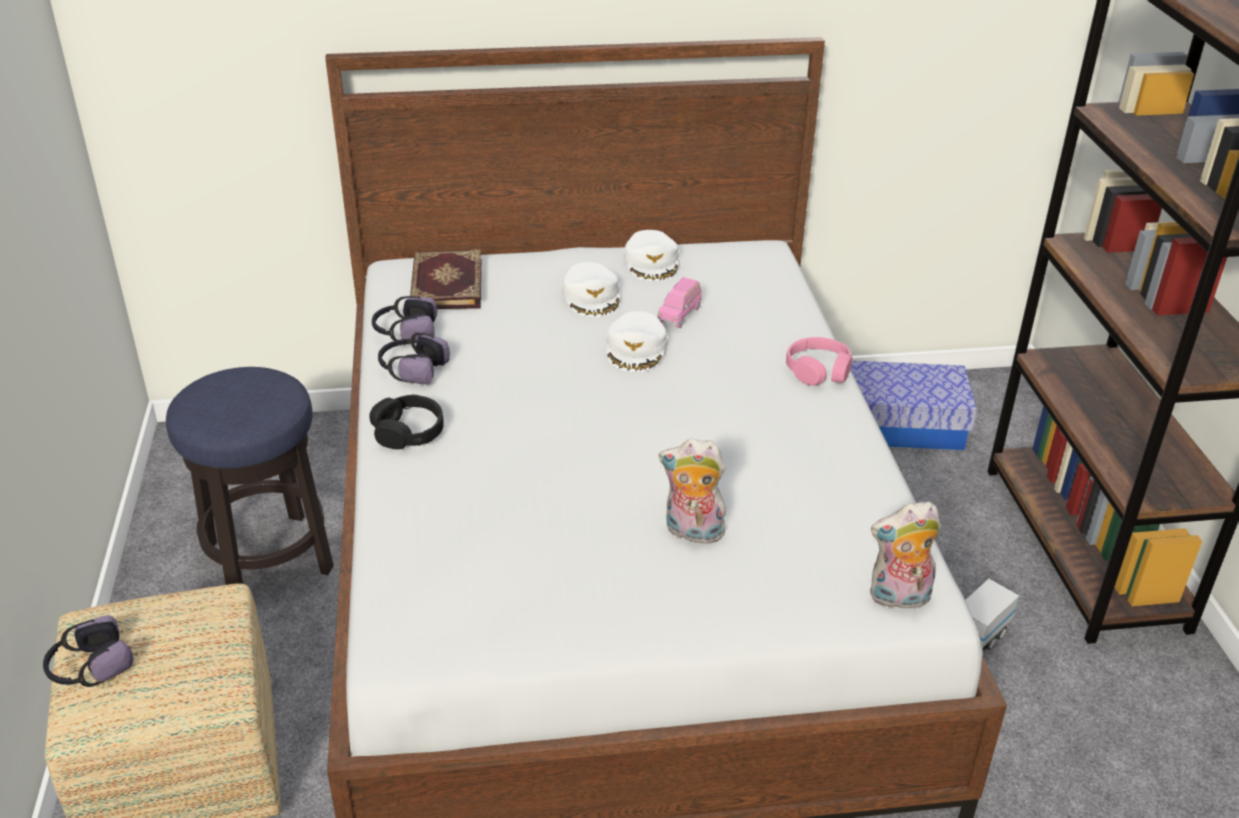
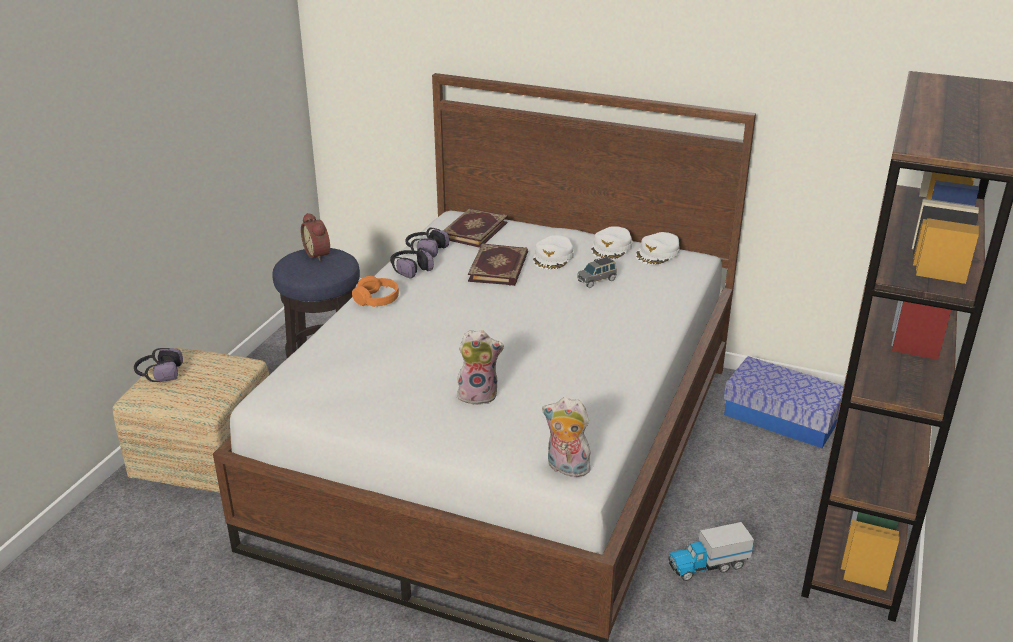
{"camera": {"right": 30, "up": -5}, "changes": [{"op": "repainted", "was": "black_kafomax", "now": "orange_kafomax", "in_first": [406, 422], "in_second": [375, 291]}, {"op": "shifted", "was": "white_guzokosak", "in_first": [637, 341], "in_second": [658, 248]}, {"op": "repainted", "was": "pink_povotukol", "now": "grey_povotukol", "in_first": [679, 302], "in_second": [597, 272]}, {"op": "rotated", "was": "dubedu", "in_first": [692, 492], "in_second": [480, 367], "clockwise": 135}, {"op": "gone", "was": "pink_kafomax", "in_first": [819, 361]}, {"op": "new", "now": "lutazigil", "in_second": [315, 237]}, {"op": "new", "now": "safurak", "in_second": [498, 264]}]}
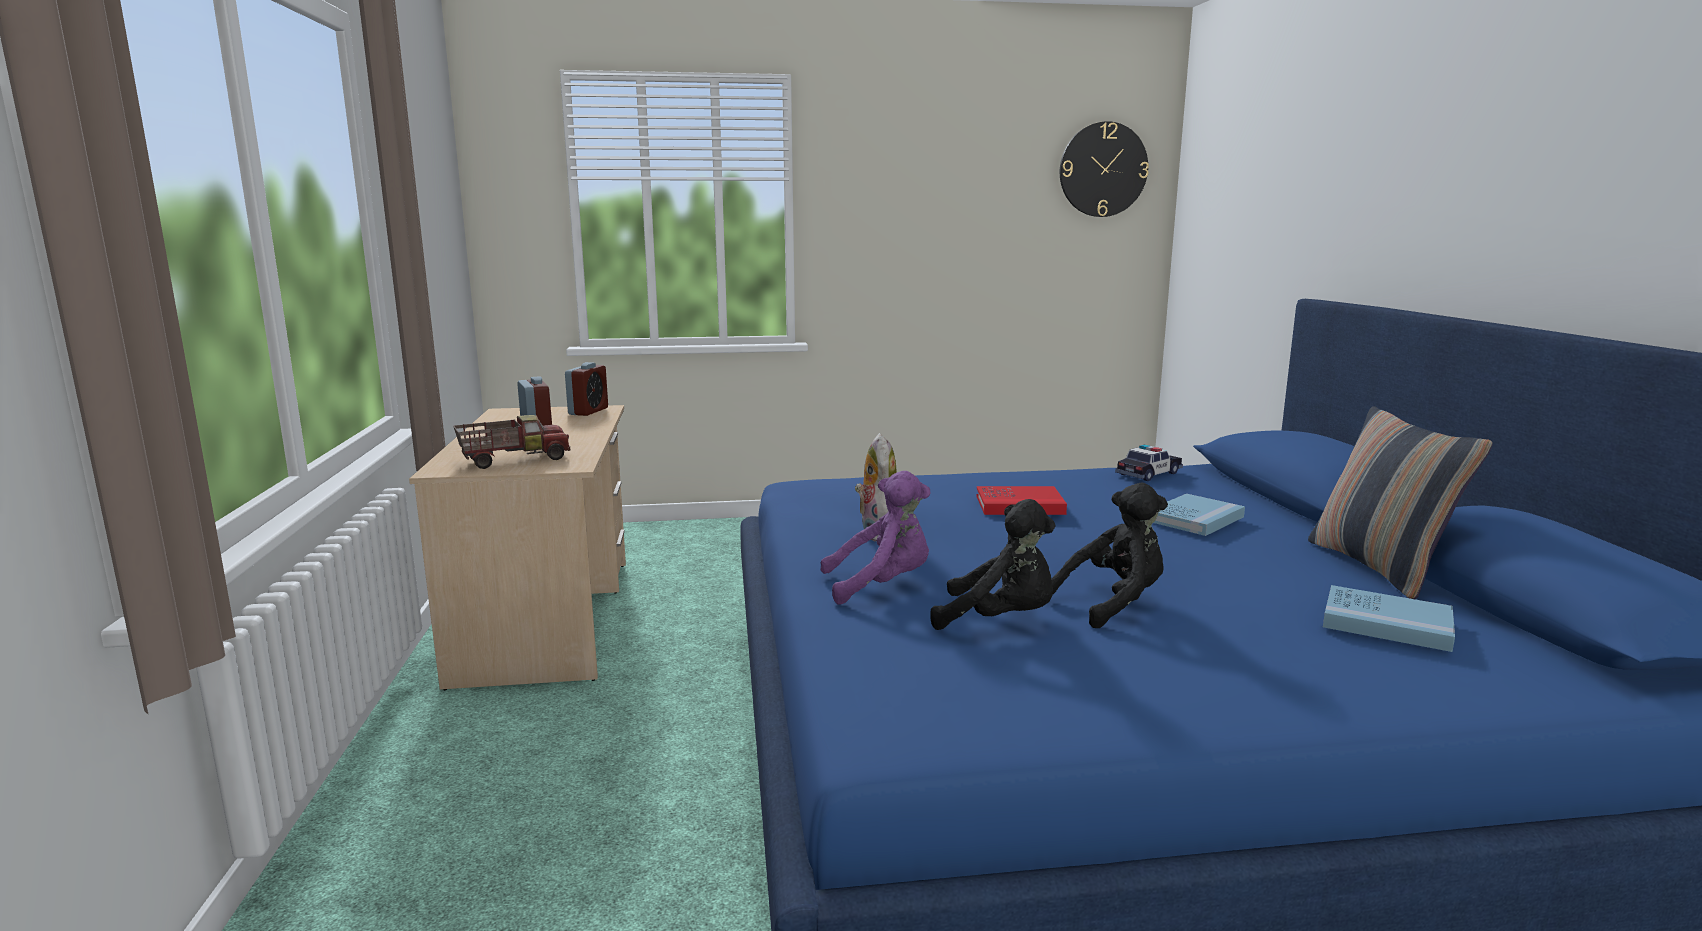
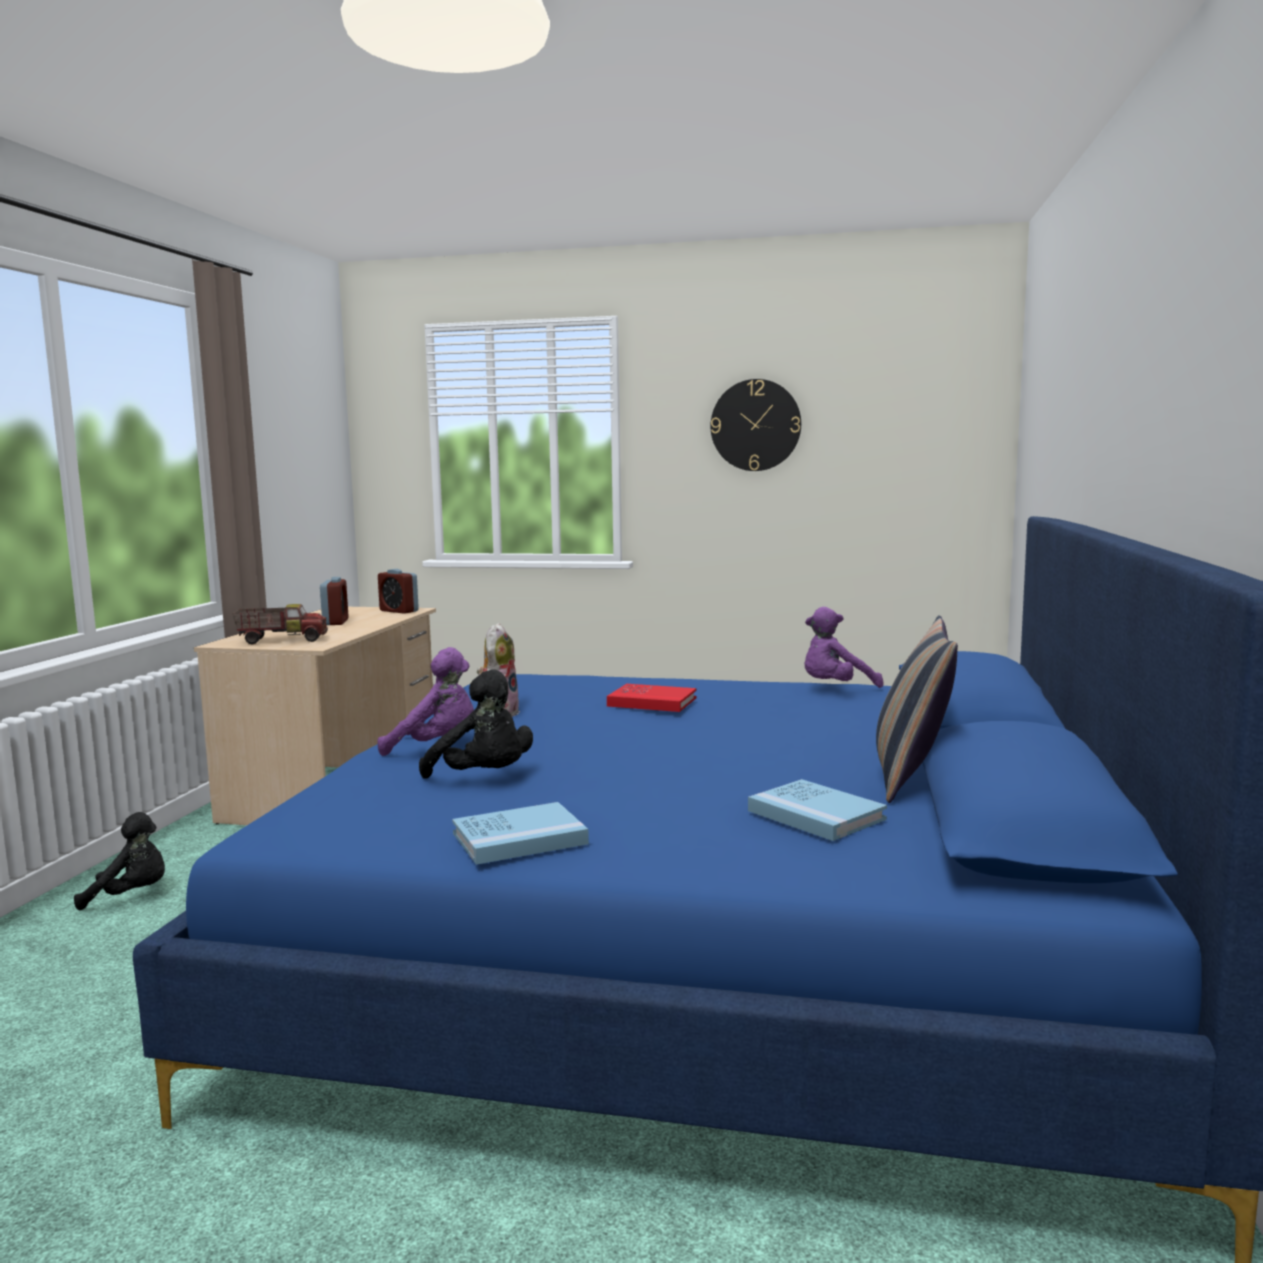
{"camera": {"right": 20, "up": -5}, "changes": [{"op": "rotated", "was": "lutazigil", "in_first": [586, 389], "in_second": [398, 591], "clockwise": 90}, {"op": "shifted", "was": "black_dubedu", "in_first": [1109, 555], "in_second": [119, 861]}, {"op": "shifted", "was": "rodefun", "in_first": [1104, 169], "in_second": [755, 425]}, {"op": "swapped", "was": "povotukol", "now": "purple_dubedu", "in_first": [1149, 463], "in_second": [844, 647]}, {"op": "shifted", "was": "blue_safurak", "in_first": [1199, 515], "in_second": [520, 833]}]}
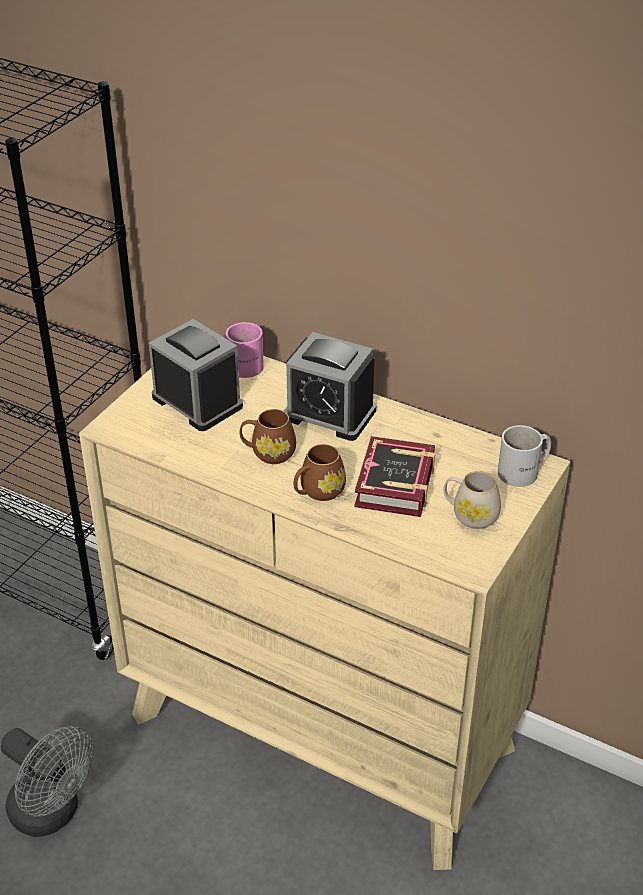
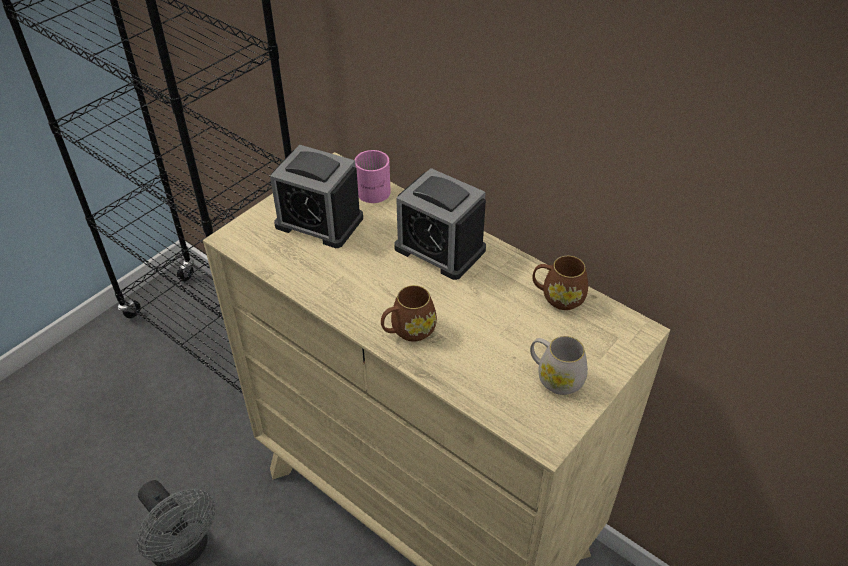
{"camera": {"right": 10, "up": 5}, "changes": [{"op": "rotated", "was": "lutazigil", "in_first": [196, 375], "in_second": [316, 196], "clockwise": 150}, {"op": "shifted", "was": "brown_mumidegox", "in_first": [268, 436], "in_second": [560, 283]}, {"op": "gone", "was": "safurak", "in_first": [394, 476]}, {"op": "gone", "was": "white_mumidegox", "in_first": [524, 456]}]}
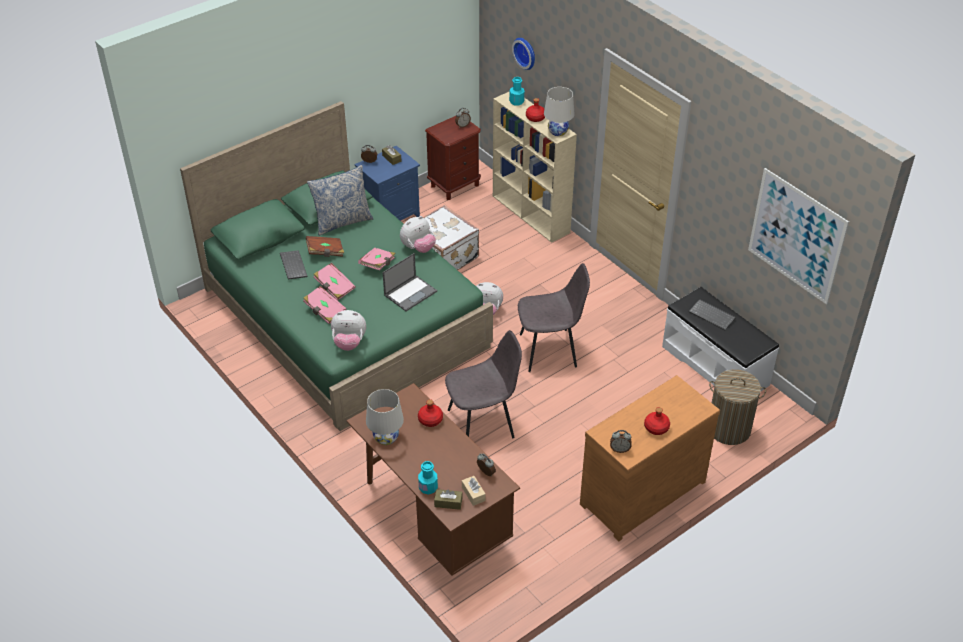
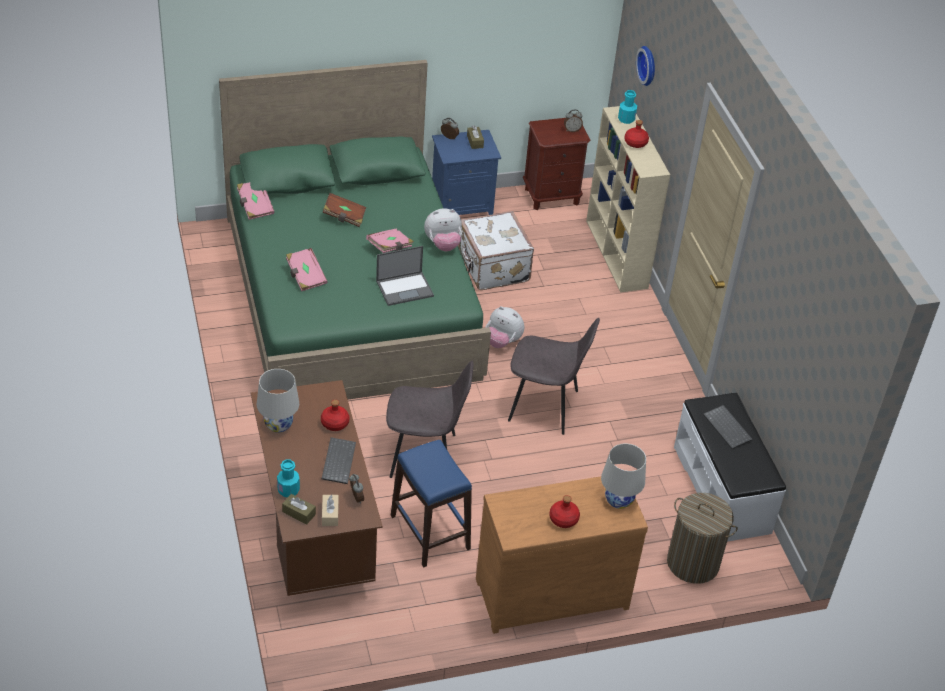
{"camera": {"right": 20, "up": 0}, "changes": [{"op": "shifted", "was": "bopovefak", "in_first": [293, 265], "in_second": [339, 460]}, {"op": "gone", "was": "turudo", "in_first": [340, 200]}, {"op": "shifted", "was": "pink_safurak", "in_first": [334, 282], "in_second": [256, 201]}, {"op": "gone", "was": "dubedu", "in_first": [348, 330]}, {"op": "shifted", "was": "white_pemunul", "in_first": [559, 111], "in_second": [623, 476]}, {"op": "gone", "was": "lutazigil", "in_first": [621, 441]}, {"op": "gone", "was": "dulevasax", "in_first": [798, 236]}, {"op": "new", "now": "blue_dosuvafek", "in_second": [431, 503]}]}
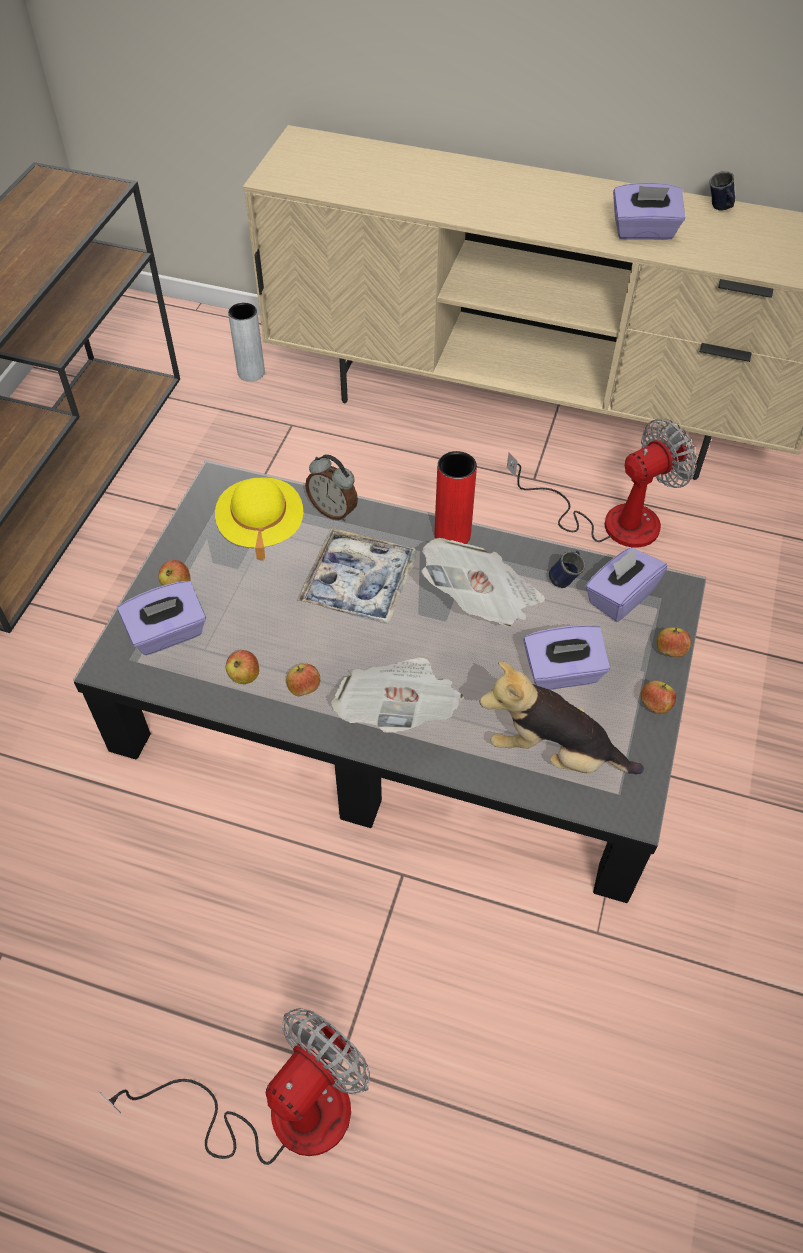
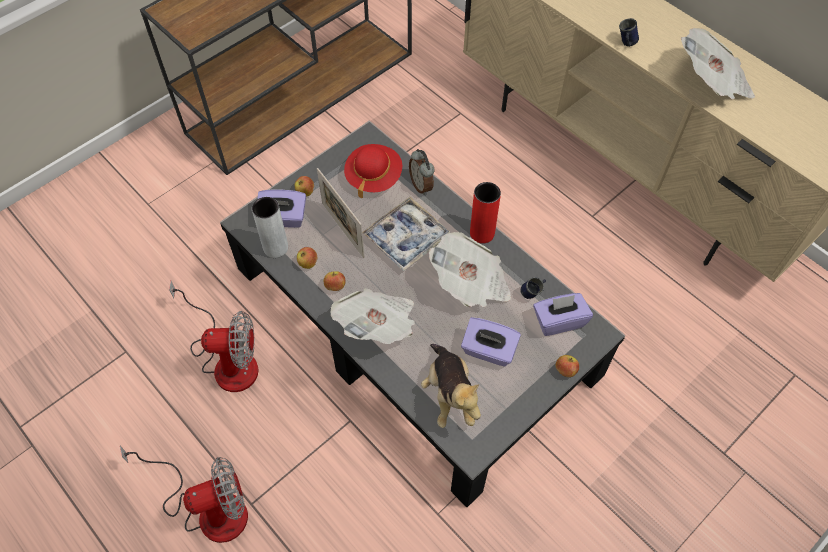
{"camera": {"right": 30, "up": 5}, "changes": [{"op": "repainted", "was": "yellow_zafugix", "now": "red_zafugix", "in_first": [259, 519], "in_second": [373, 171]}, {"op": "shifted", "was": "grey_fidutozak", "in_first": [246, 342], "in_second": [270, 227]}, {"op": "rotated", "was": "dubedu", "in_first": [562, 717], "in_second": [451, 386], "clockwise": -150}, {"op": "shifted", "was": "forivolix", "in_first": [602, 483], "in_second": [214, 336]}, {"op": "swapped", "was": "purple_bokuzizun", "now": "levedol", "in_first": [649, 211], "in_second": [718, 63]}, {"op": "gone", "was": "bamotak", "in_first": [658, 697]}, {"op": "shifted", "was": "blue_mumidegox", "in_first": [722, 191], "in_second": [629, 32]}, {"op": "new", "now": "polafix", "in_second": [341, 213]}]}
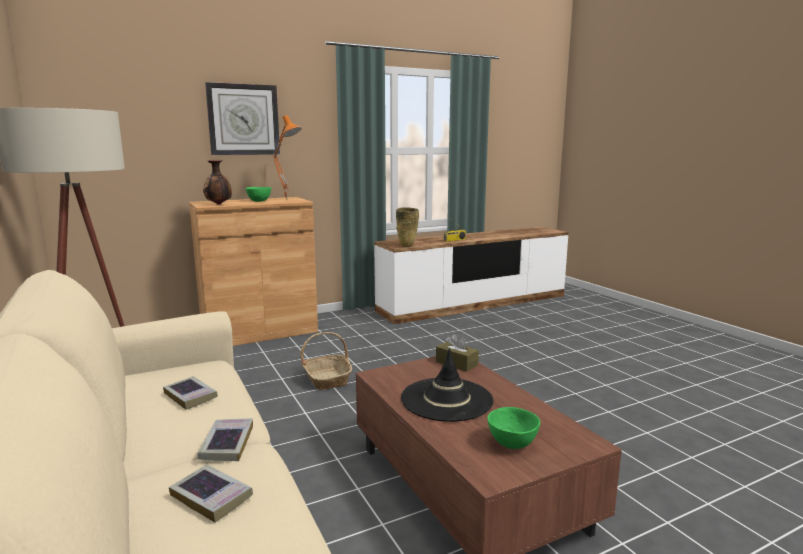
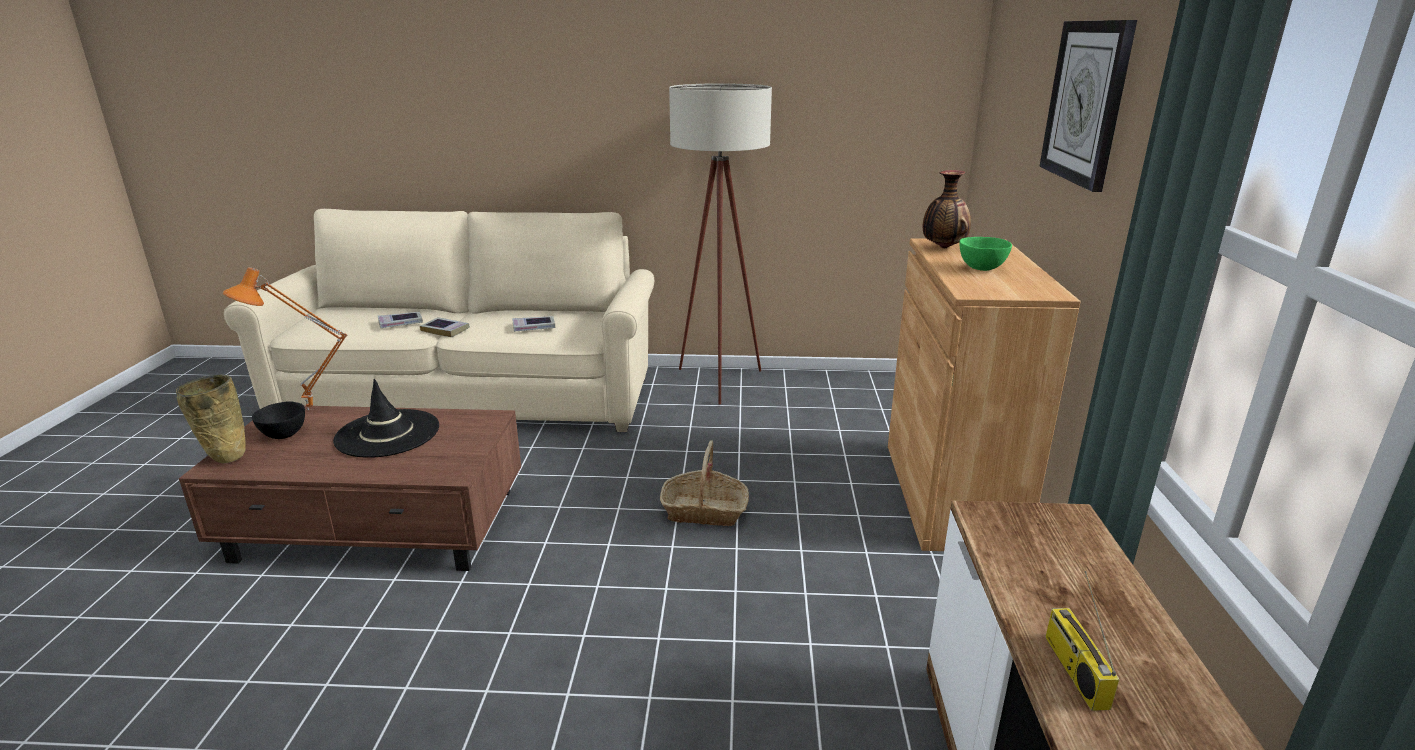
{"camera": {"right": 120, "up": 10}, "changes": [{"op": "shifted", "was": "orange_pemunul", "in_first": [287, 157], "in_second": [285, 338]}, {"op": "shifted", "was": "beige_fidutozak", "in_first": [407, 227], "in_second": [211, 419]}, {"op": "gone", "was": "brown_bokuzizun", "in_first": [457, 352]}, {"op": "repainted", "was": "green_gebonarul", "now": "black_gebonarul", "in_first": [513, 428], "in_second": [278, 420]}]}
